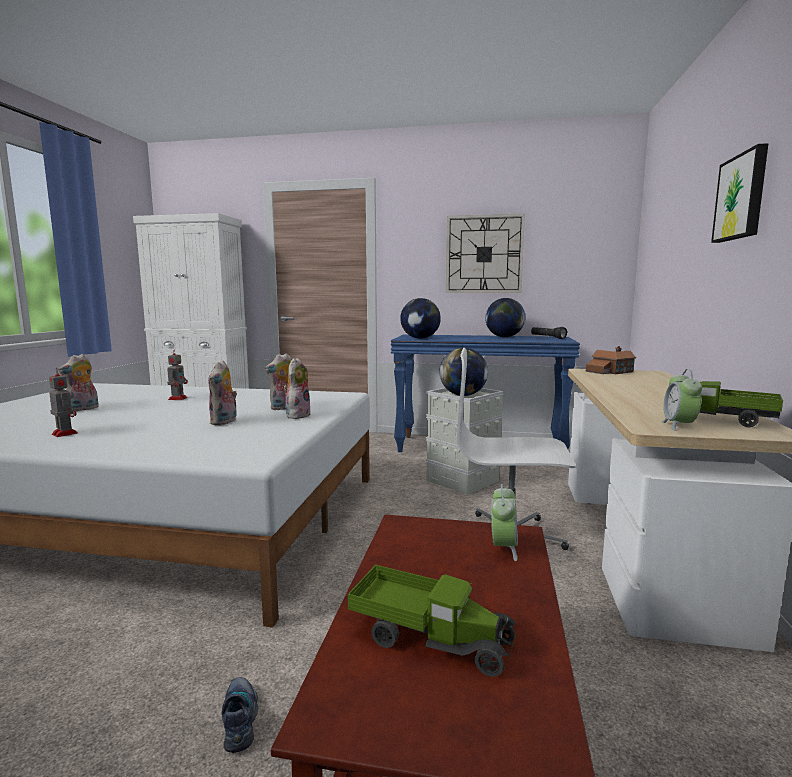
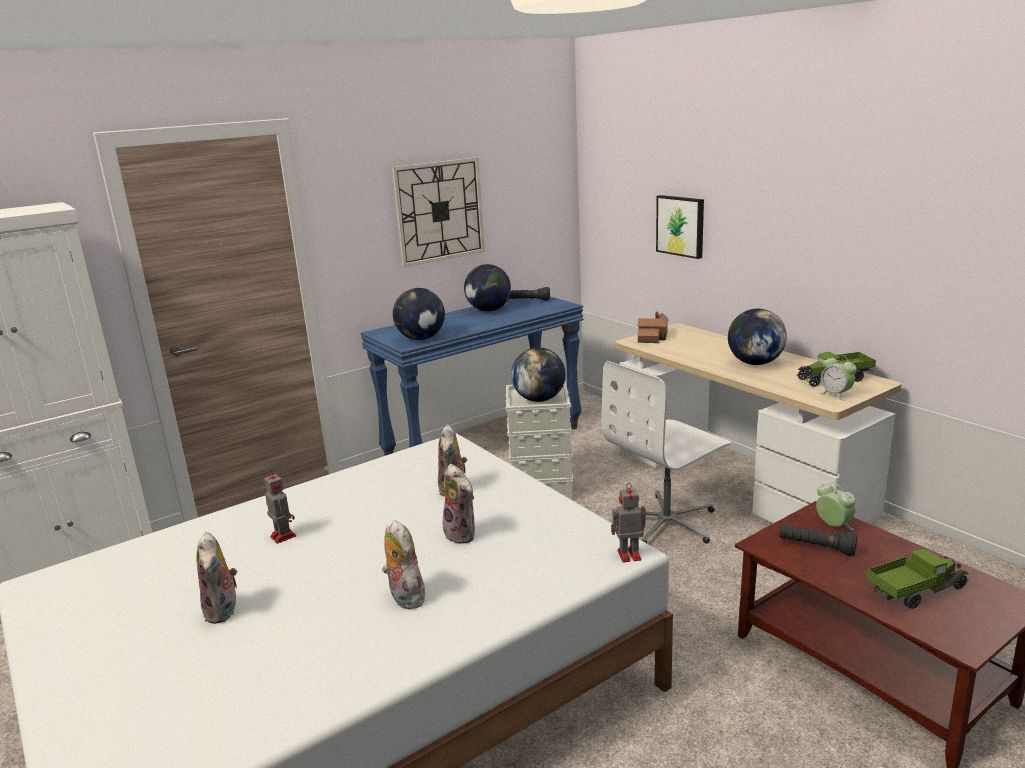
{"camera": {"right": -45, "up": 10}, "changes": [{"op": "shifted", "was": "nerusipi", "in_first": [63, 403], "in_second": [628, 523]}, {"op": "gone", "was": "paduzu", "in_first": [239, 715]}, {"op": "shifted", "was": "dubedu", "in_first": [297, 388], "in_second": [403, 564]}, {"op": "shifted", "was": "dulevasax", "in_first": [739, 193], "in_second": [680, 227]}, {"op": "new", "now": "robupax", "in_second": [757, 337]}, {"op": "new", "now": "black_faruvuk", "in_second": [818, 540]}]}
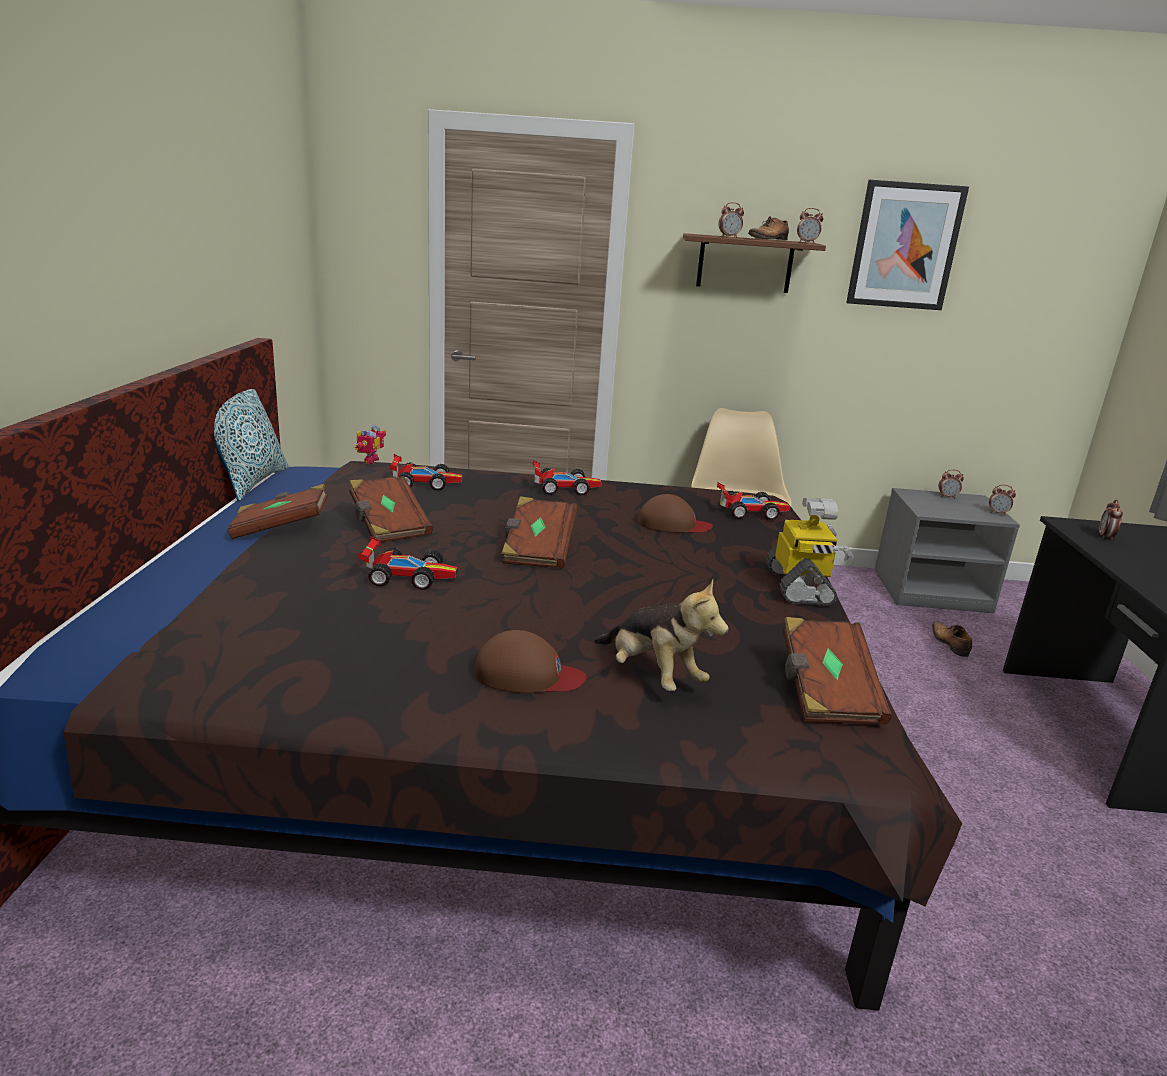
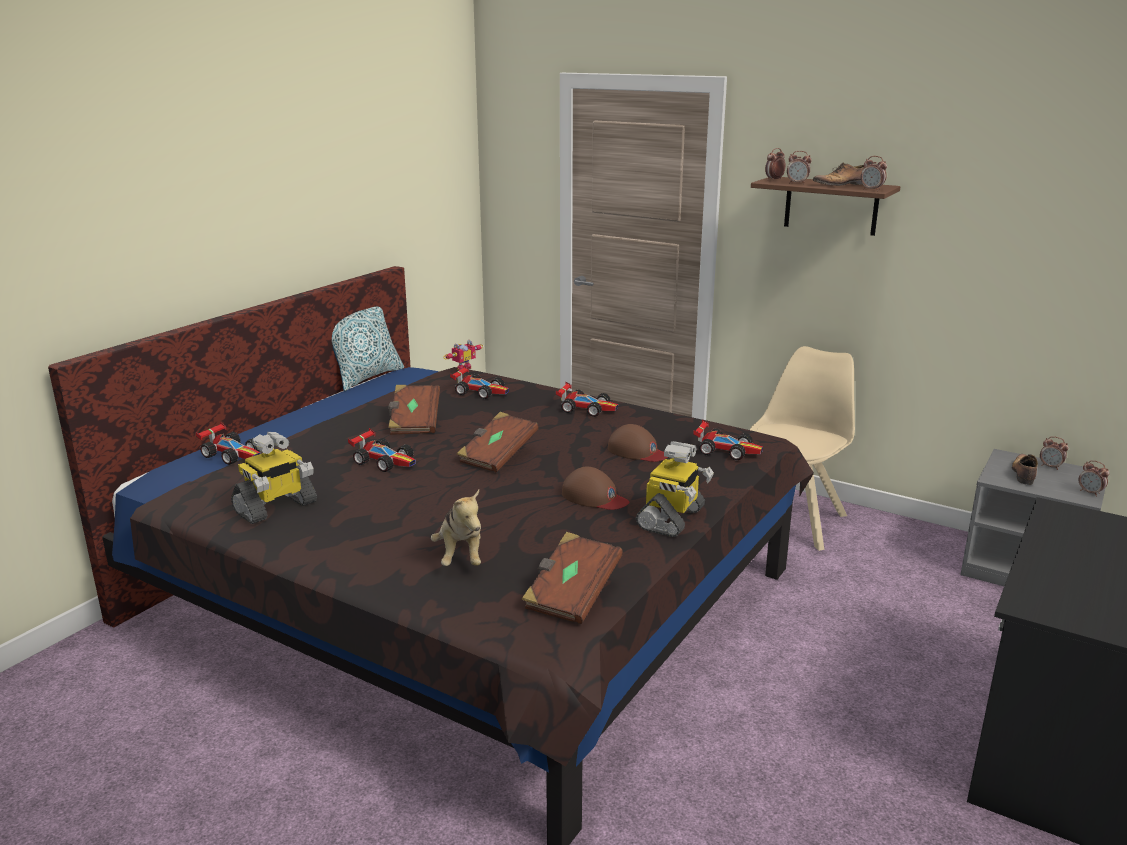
{"camera": {"right": 30, "up": 0}, "changes": [{"op": "gone", "was": "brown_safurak", "in_first": [277, 511]}, {"op": "shifted", "was": "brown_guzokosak", "in_first": [531, 661], "in_second": [595, 488]}, {"op": "gone", "was": "dulevasax", "in_first": [907, 245]}, {"op": "shifted", "was": "paduzu", "in_first": [952, 639], "in_second": [1025, 469]}, {"op": "shifted", "was": "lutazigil", "in_first": [1111, 519], "in_second": [775, 164]}, {"op": "new", "now": "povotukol", "in_second": [228, 443]}, {"op": "new", "now": "nerusipi", "in_second": [274, 478]}]}
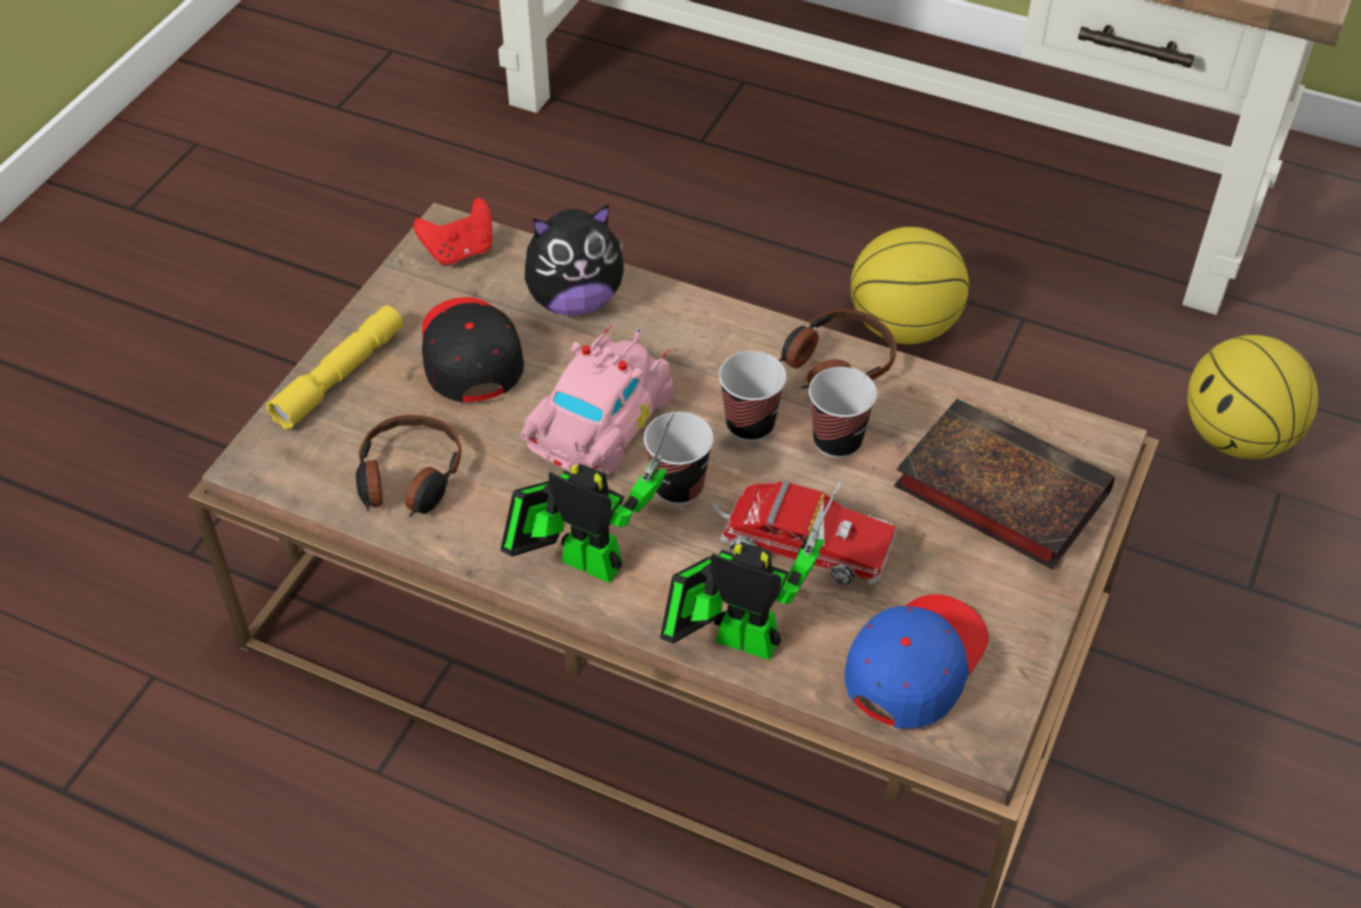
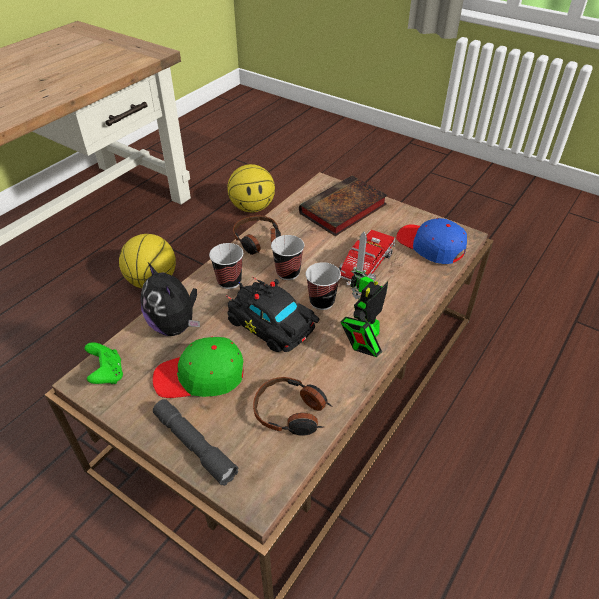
{"camera": {"right": -80, "up": -5}, "changes": [{"op": "repainted", "was": "yellow_faruvuk", "now": "grey_faruvuk", "in_first": [334, 367], "in_second": [195, 442]}, {"op": "repainted", "was": "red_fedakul", "now": "green_fedakul", "in_first": [452, 232], "in_second": [103, 363]}, {"op": "repainted", "was": "black_guzokosak", "now": "green_guzokosak", "in_first": [473, 349], "in_second": [198, 367]}, {"op": "repainted", "was": "pink_povotukol", "now": "black_povotukol", "in_first": [597, 399], "in_second": [273, 314]}, {"op": "rotated", "was": "dubedu", "in_first": [574, 260], "in_second": [170, 299], "clockwise": 150}, {"op": "gone", "was": "nerusipi", "in_first": [750, 571]}, {"op": "shifted", "was": "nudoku", "in_first": [843, 412], "in_second": [226, 266]}]}
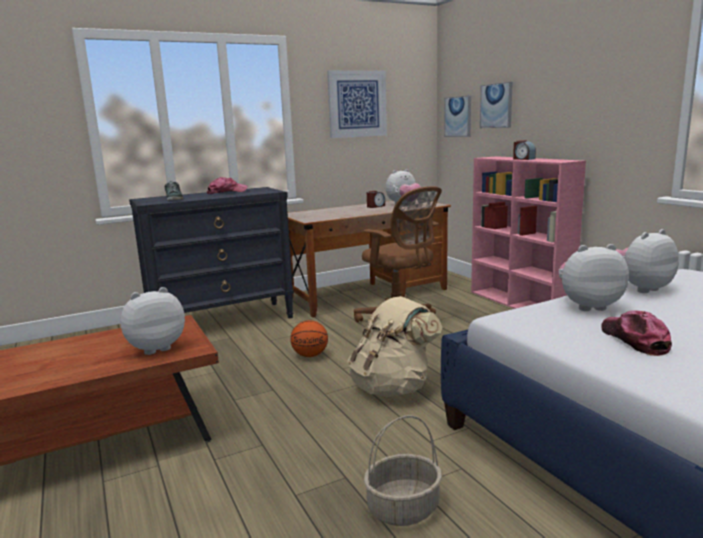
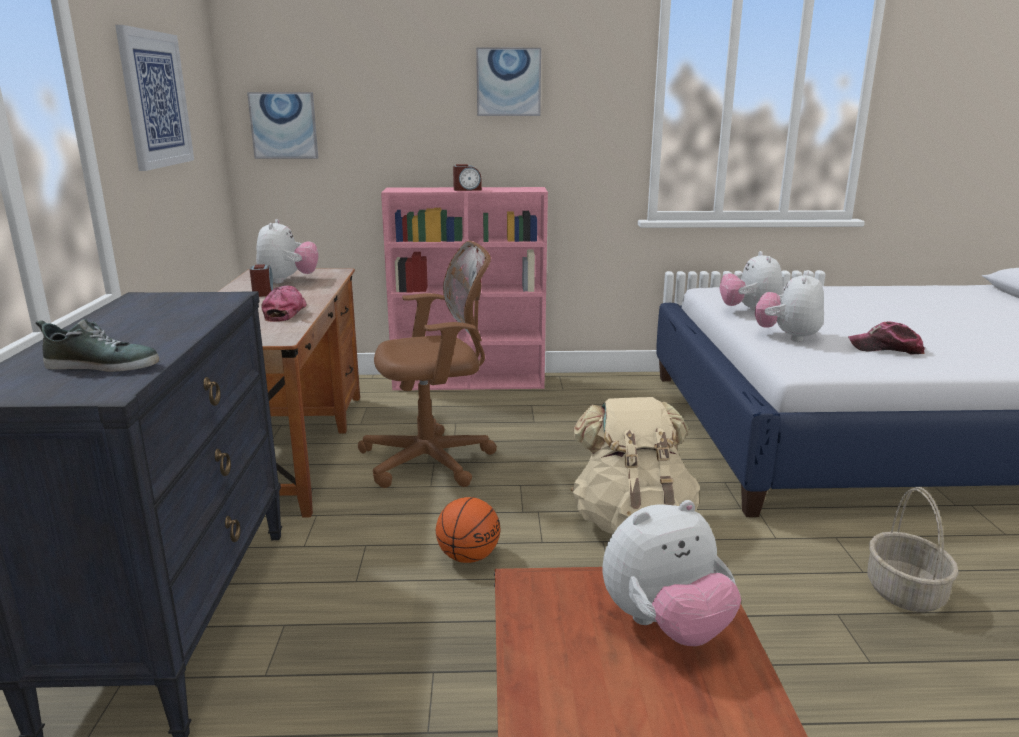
{"camera": {"right": -65, "up": 5}, "changes": [{"op": "rotated", "was": "dubedu", "in_first": [152, 321], "in_second": [671, 573], "clockwise": -105}, {"op": "shifted", "was": "guzokosak", "in_first": [227, 185], "in_second": [284, 304]}, {"op": "shifted", "was": "dulevasax", "in_first": [496, 105], "in_second": [508, 82]}]}
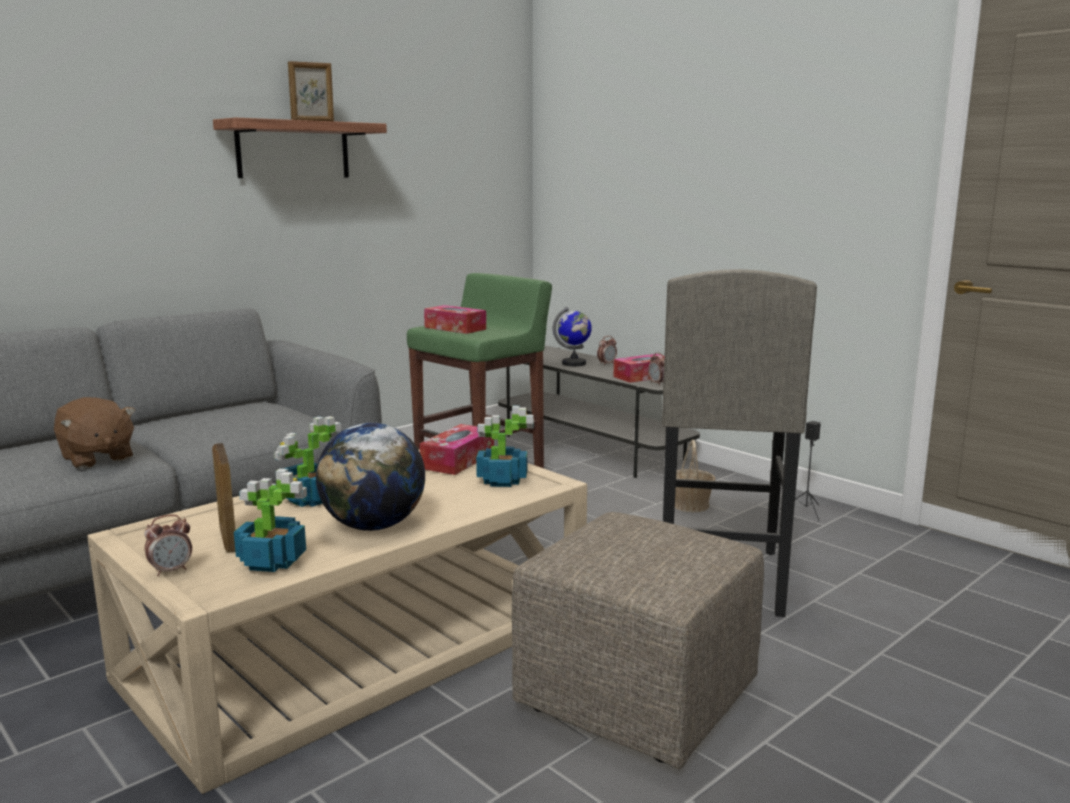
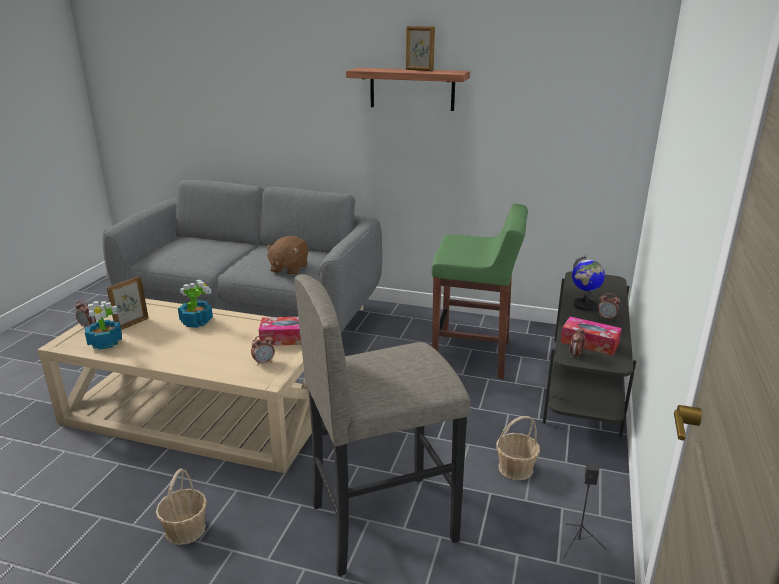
{"camera": {"right": 60, "up": 10}, "changes": [{"op": "shifted", "was": "brown_dubedu", "in_first": [94, 433], "in_second": [287, 255]}, {"op": "gone", "was": "robupax", "in_first": [370, 477]}, {"op": "gone", "was": "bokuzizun", "in_first": [455, 319]}, {"op": "swapped", "was": "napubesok", "now": "lutazigil", "in_first": [505, 446], "in_second": [263, 350]}, {"op": "swapped", "was": "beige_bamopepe", "now": "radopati", "in_first": [638, 641], "in_second": [181, 506]}]}
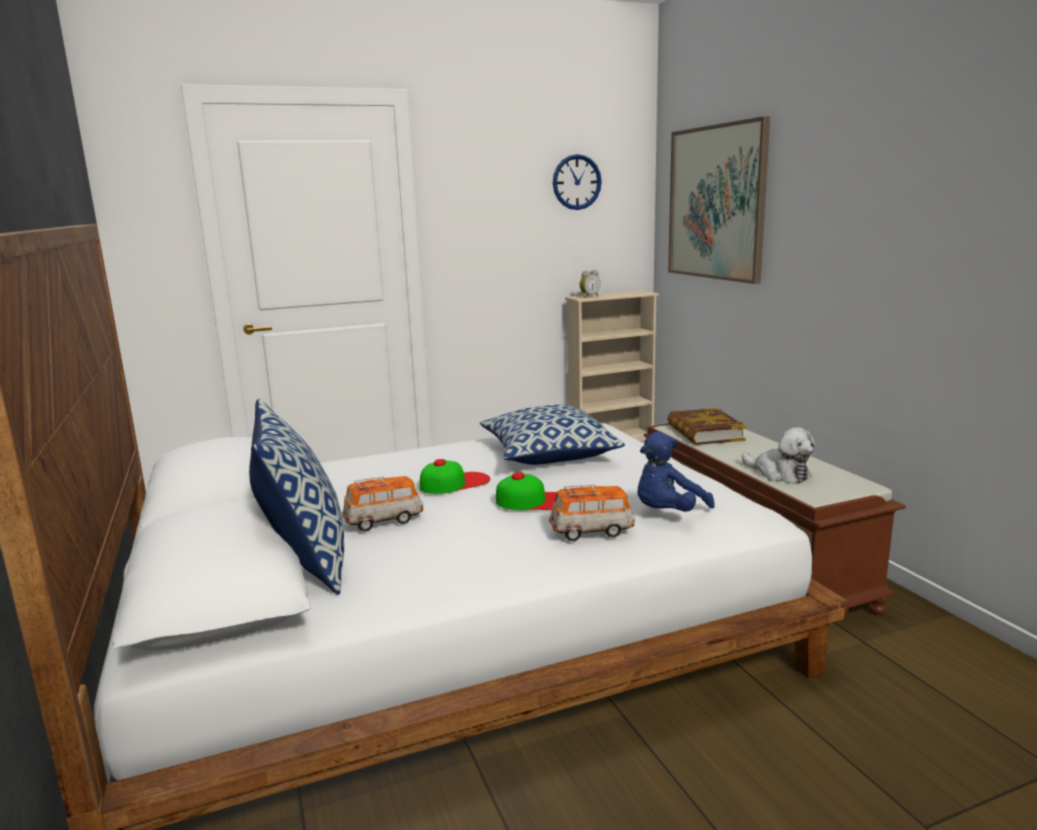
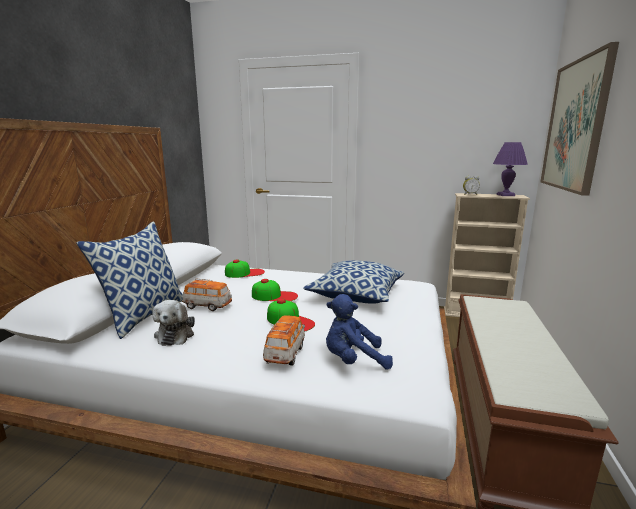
{"camera": {"right": 35, "up": 0}, "changes": [{"op": "rotated", "was": "povotukol", "in_first": [592, 513], "in_second": [284, 340], "clockwise": -105}, {"op": "gone", "was": "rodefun", "in_first": [577, 182]}, {"op": "gone", "was": "safurak", "in_first": [707, 426]}, {"op": "shifted", "was": "dubedu", "in_first": [778, 455], "in_second": [174, 323]}, {"op": "new", "now": "guzokosak", "in_second": [245, 268]}, {"op": "new", "now": "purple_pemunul", "in_second": [510, 169]}]}
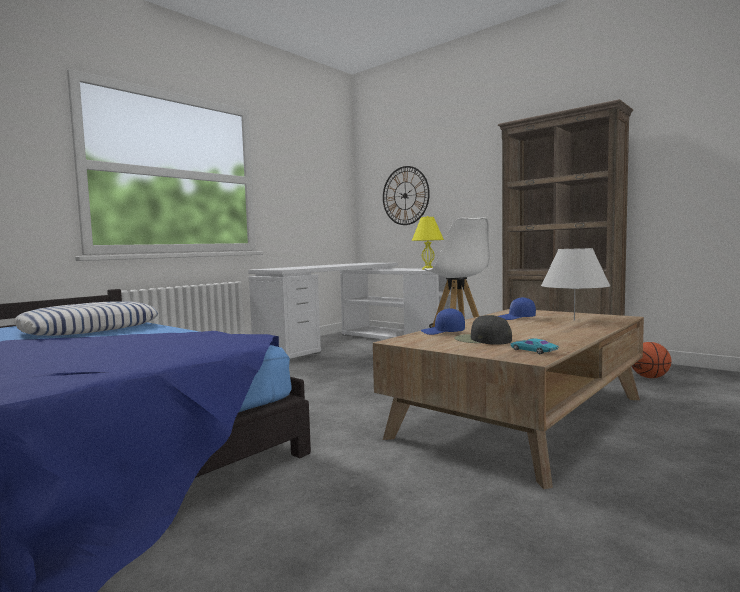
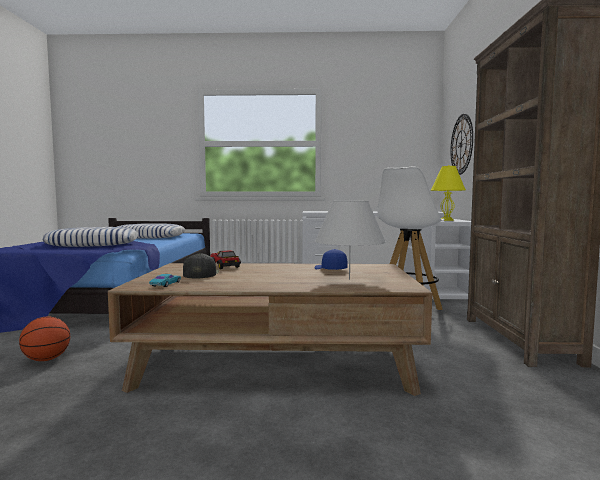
{"camera": {"right": 50, "up": 0}, "changes": [{"op": "swapped", "was": "blue_guzokosak", "now": "povotukol", "in_first": [443, 321], "in_second": [225, 259]}, {"op": "shifted", "was": "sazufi", "in_first": [651, 360], "in_second": [44, 339]}, {"op": "new", "now": "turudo", "in_second": [90, 237]}]}
